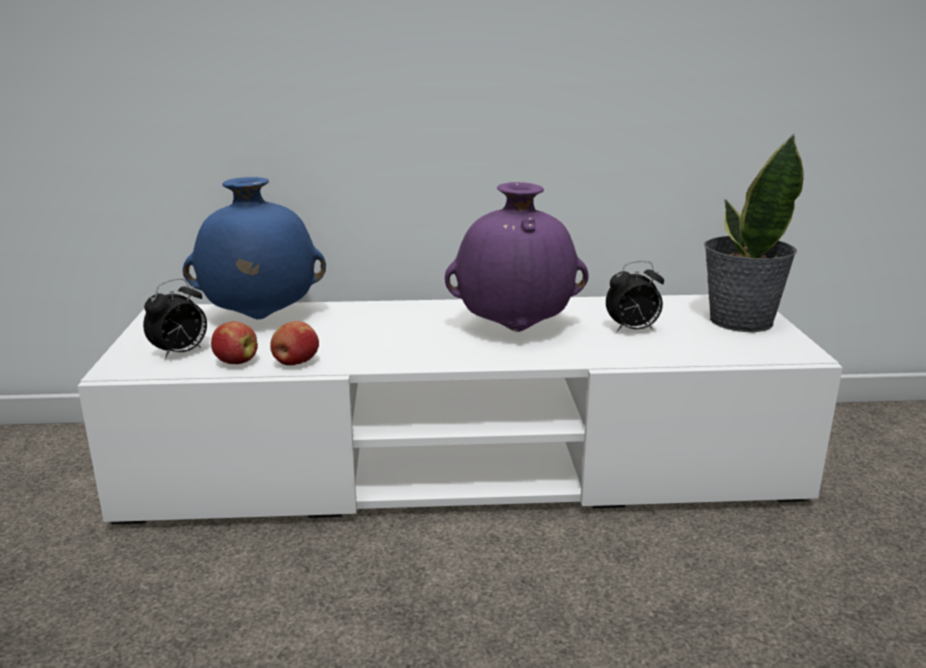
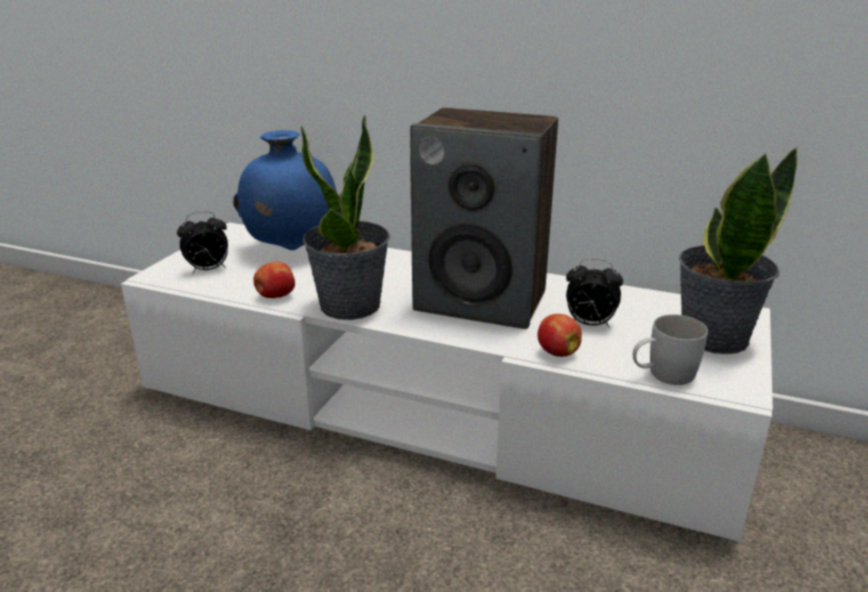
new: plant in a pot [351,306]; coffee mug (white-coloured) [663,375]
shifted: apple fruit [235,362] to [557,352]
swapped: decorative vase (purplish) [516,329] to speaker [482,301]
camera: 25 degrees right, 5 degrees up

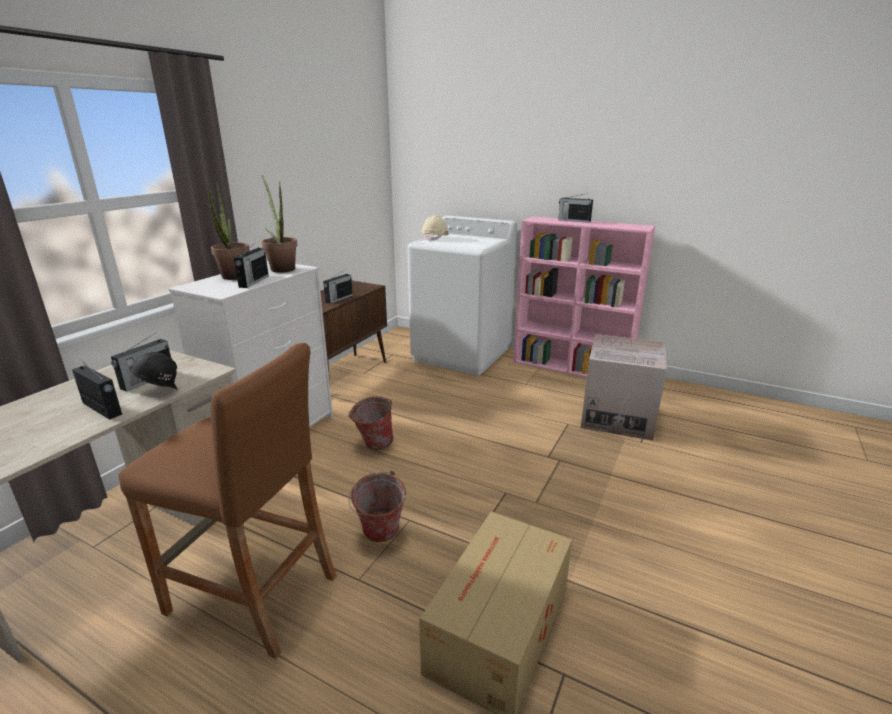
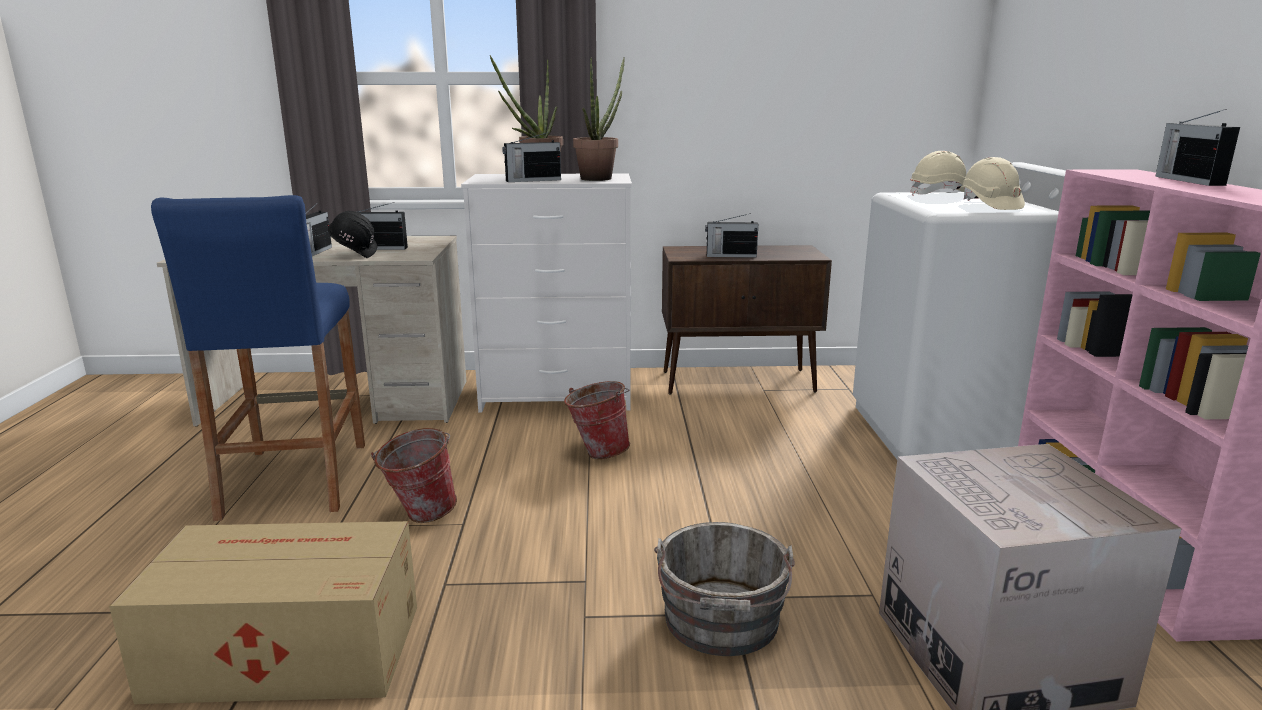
new: bucket (gray) [721,623]; work helmet (beige) [989,205]
repainted: stool seat (brown-coloured) [252,594] to stool seat (blue-coloured) [294,479]
camera: 60 degrees right, 5 degrees down

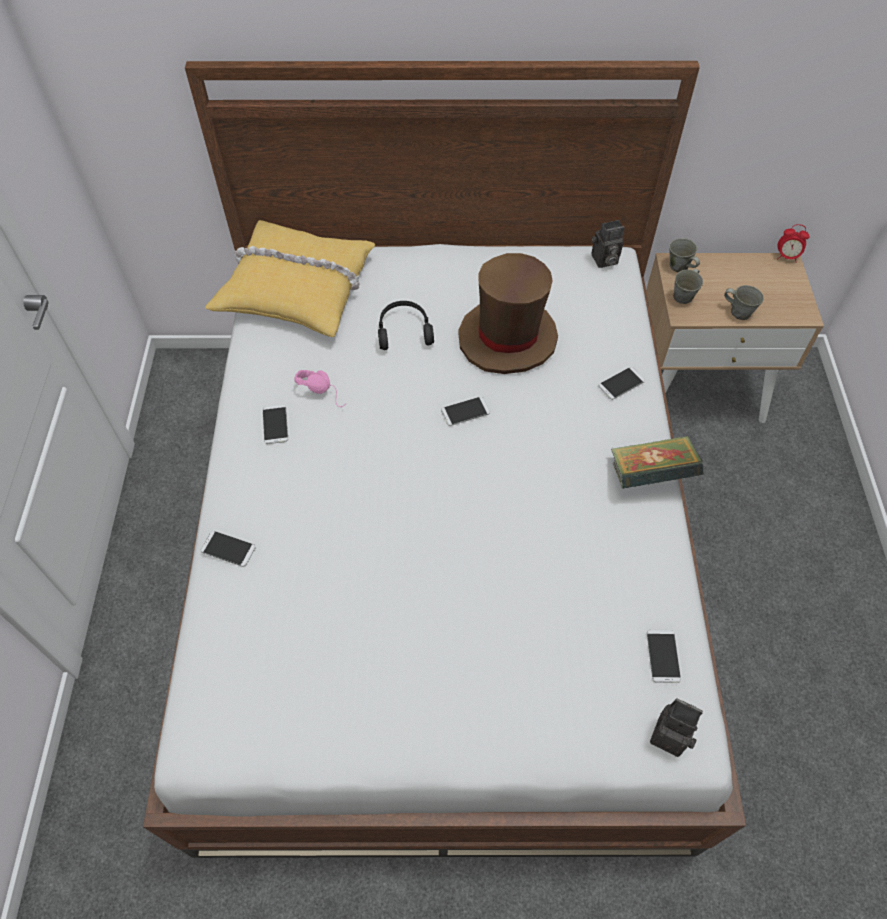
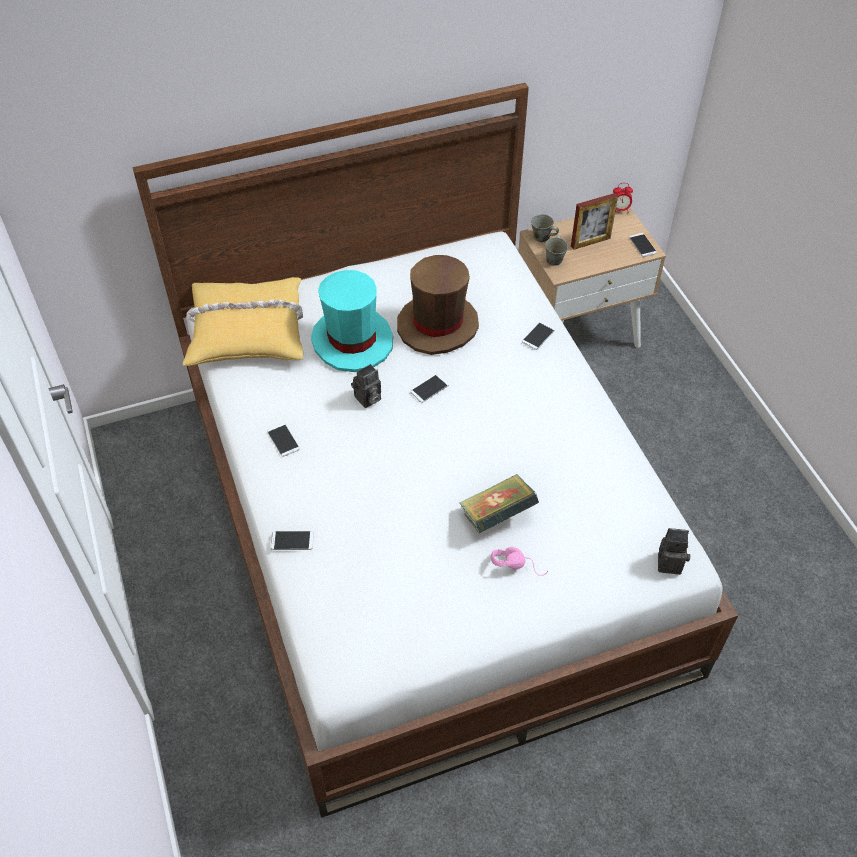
gone: coffee mug (gray) [739,312]
new: photo frame [590,242]
shifted: still camera [603,260] to [367,399]; book [650,476] to [497,516]; headset (pinkish) [325,391] to [518,564]; handset [663,656] to [642,245]
swapped: headset (black) [404,330] to hat (turquoise) [352,341]
camera: 20 degrees left, 5 degrees down

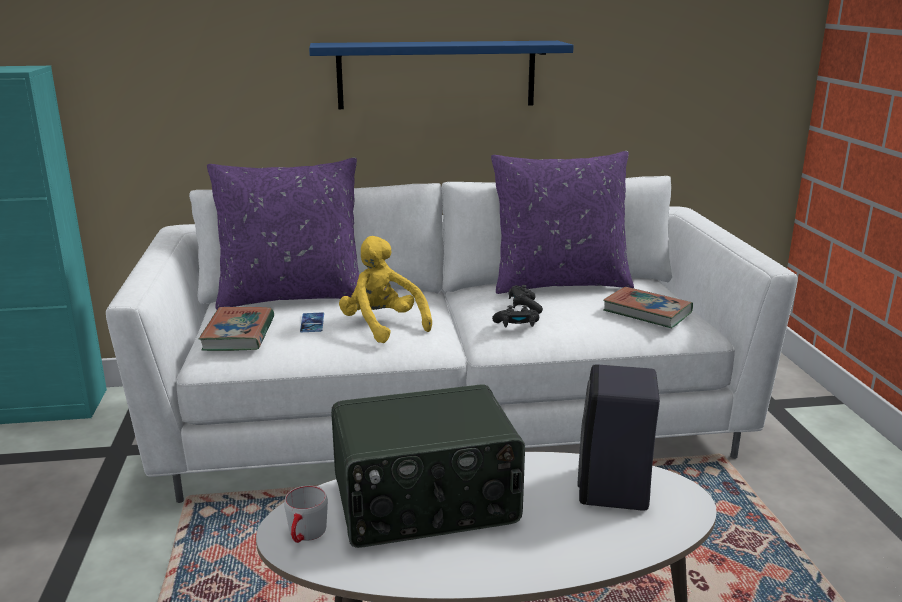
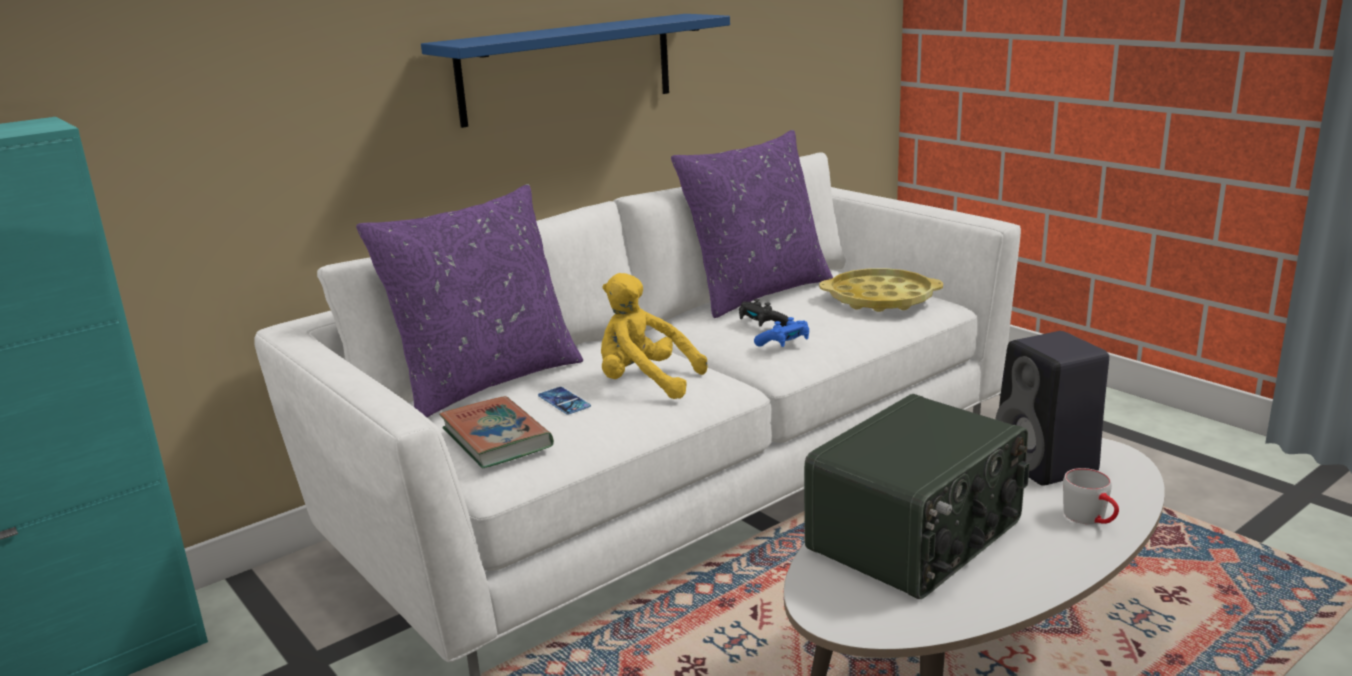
shifted: coffee mug (gray) [305,535] to [1091,519]
swapped: book [647,312] to tray (yellow) [880,299]
repainted: joypad (black) [517,326] to joypad (blue-coloured) [784,344]
camera: 30 degrees left, 0 degrees up

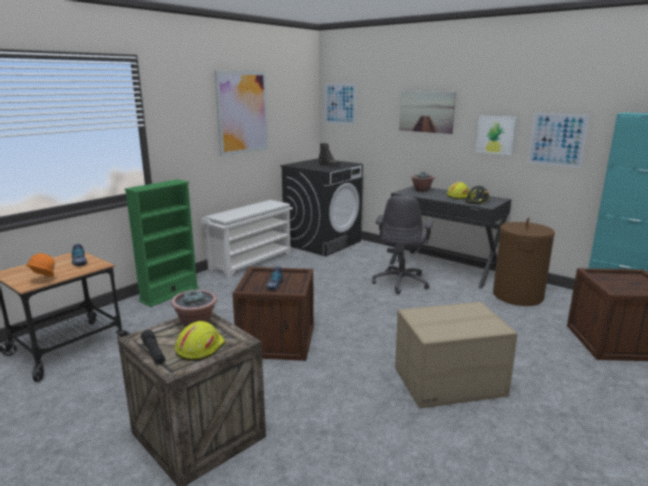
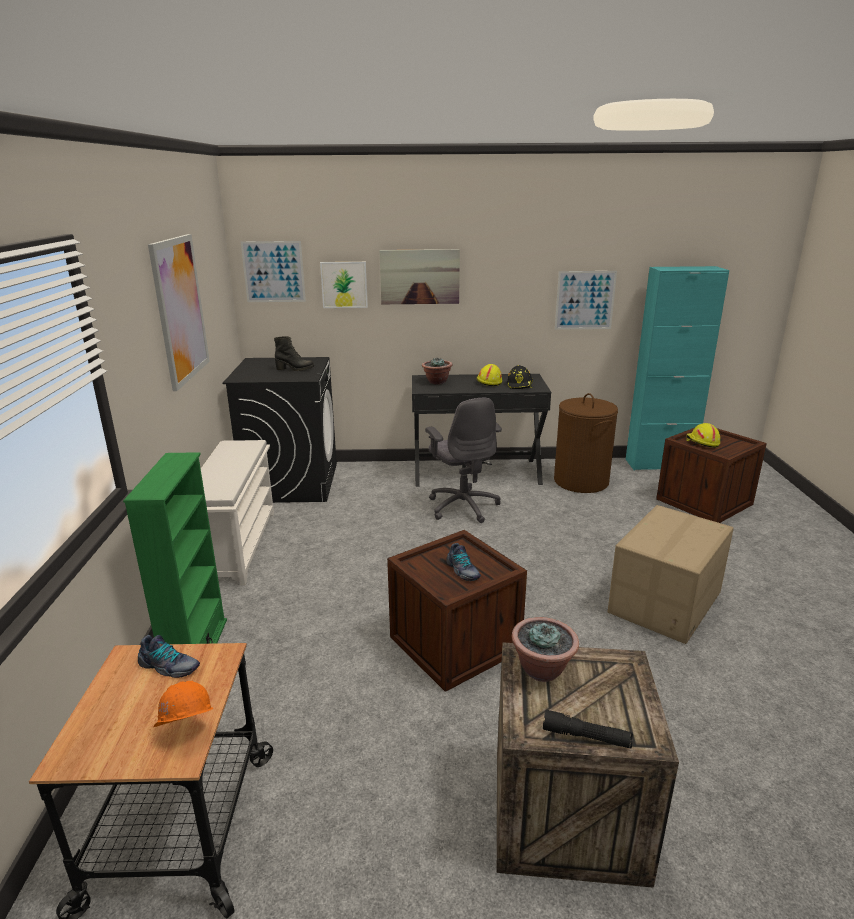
shifted: picture [496,134] to [344,284]; work helmet (yellow) [199,348] to [702,442]
camera: 40 degrees left, 5 degrees up

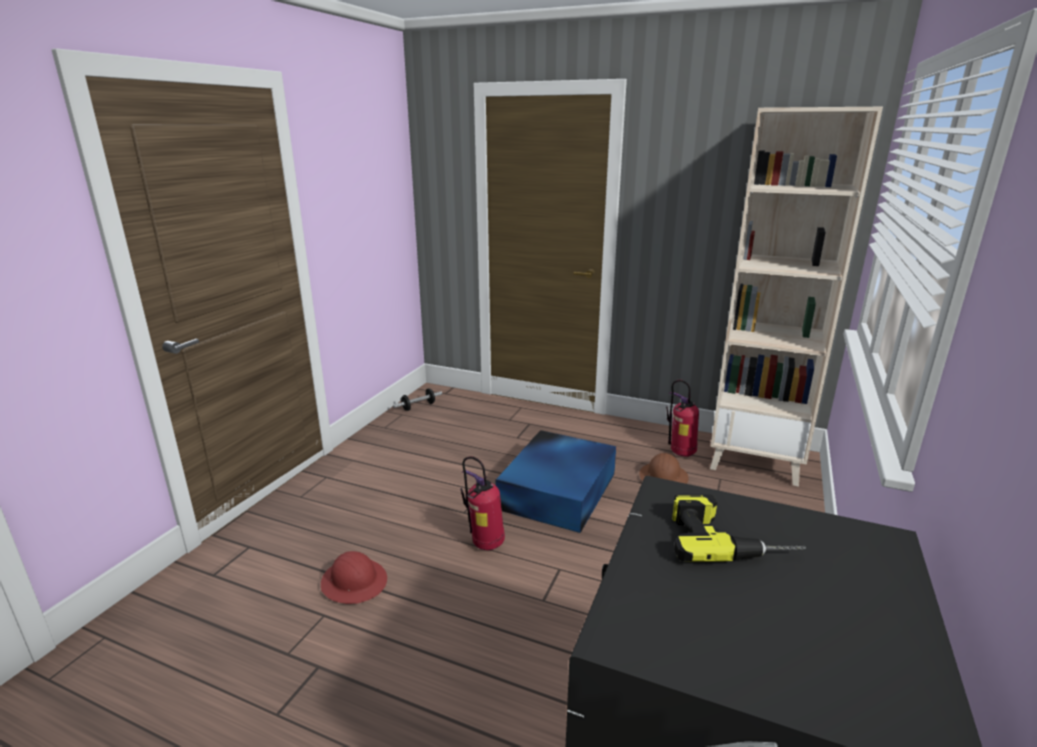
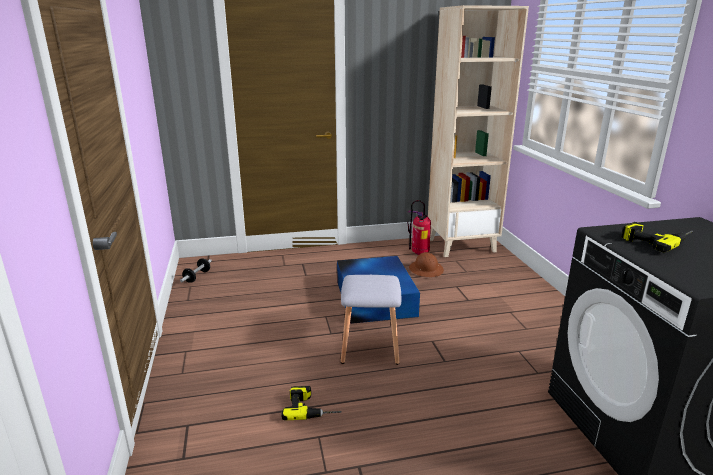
swapped: work helmet (red) [354,582] to power drill [312,407]; fire-fighting cylinder [485,545] to stool seat (gray) [371,346]
camera: 35 degrees left, 0 degrees up

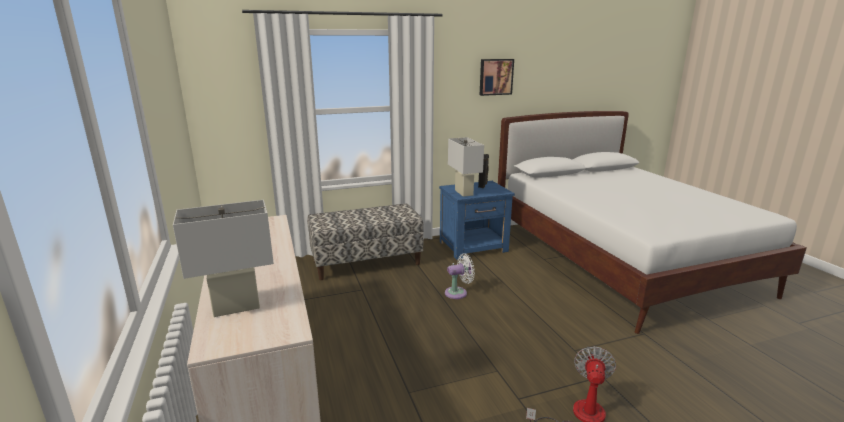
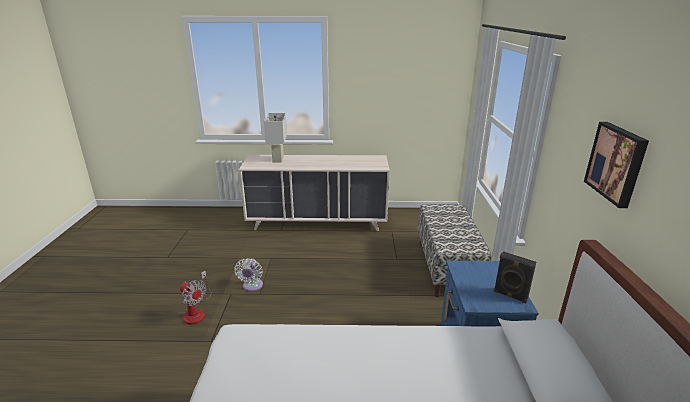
gone: table lamp (white-coloured) [464,193]
shifted: fan (white-coloured) [458,293] to [252,286]
camera: 110 degrees right, 5 degrees up

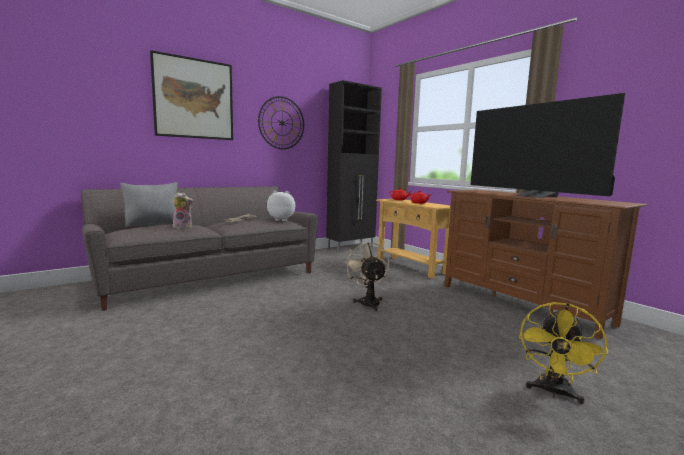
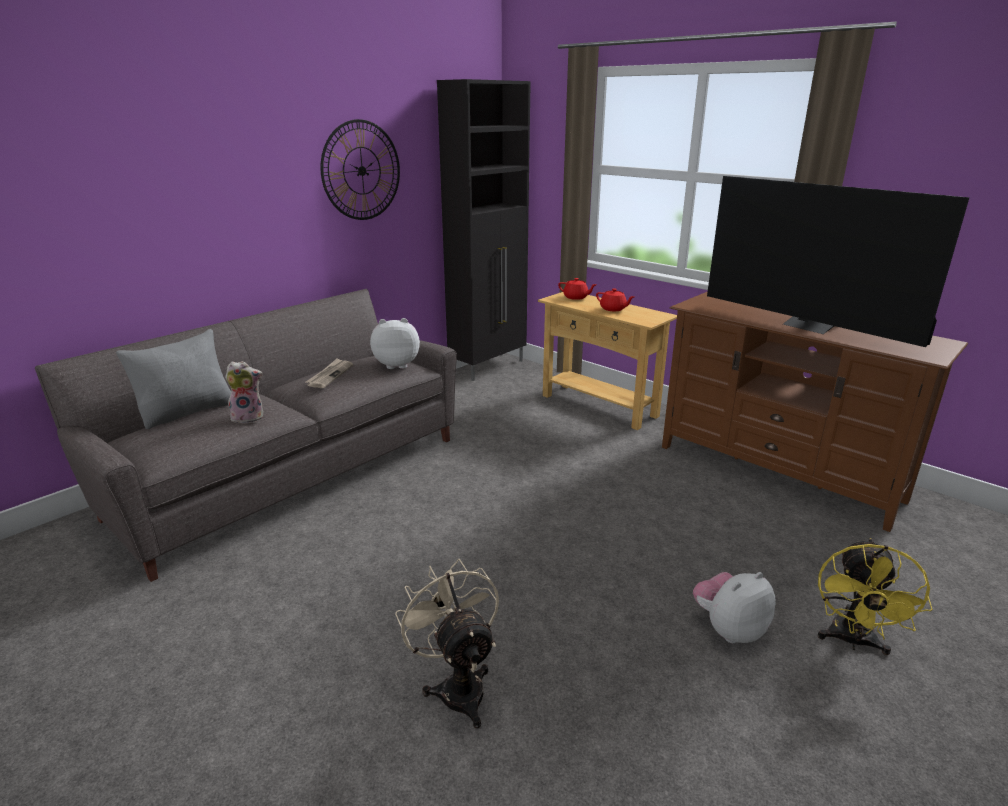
gone: picture [194,99]
new: cuddly toy [729,629]
shifted: fan (beige) [368,302] to [457,686]
camera: 10 degrees left, 15 degrees up

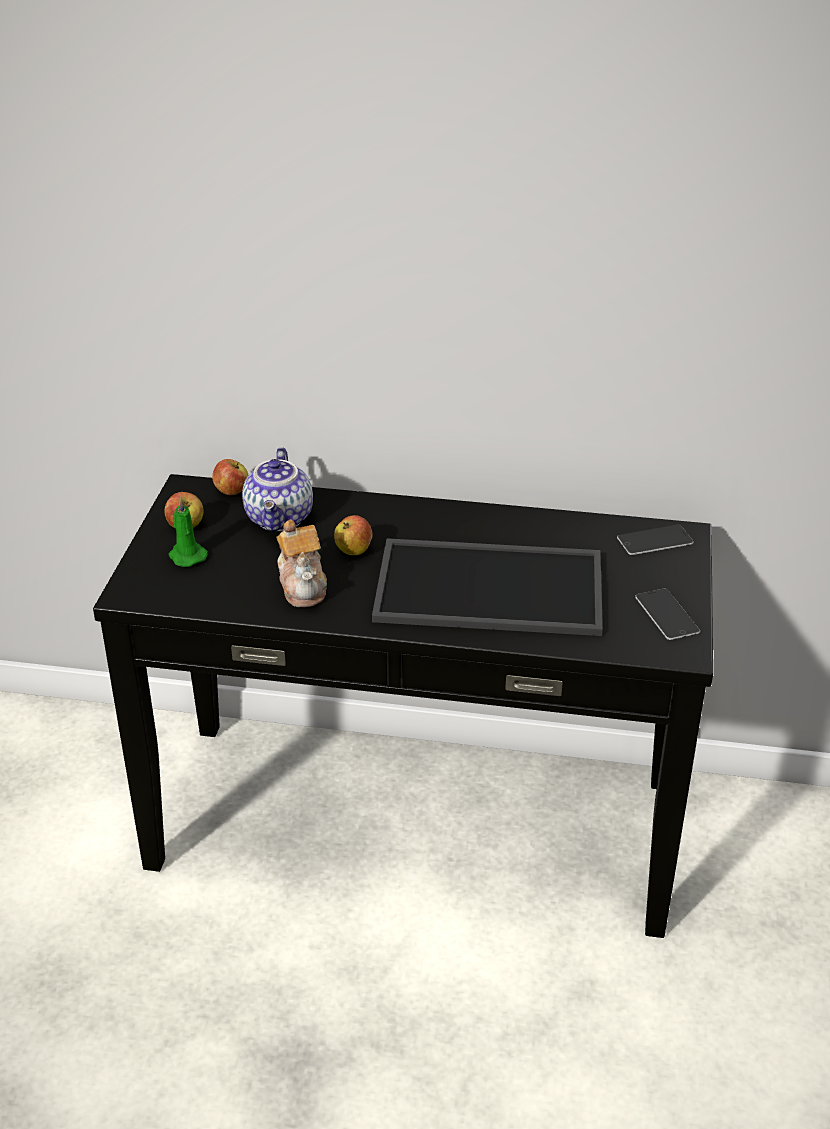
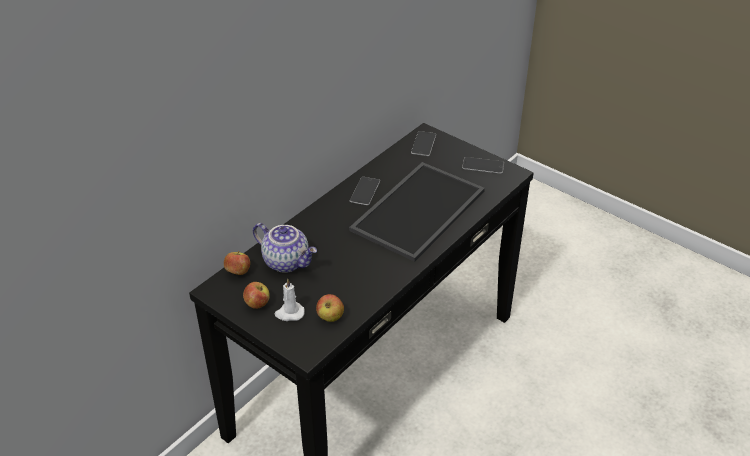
gone: teapot [303,585]
new: handset [365,191]
shifted: apple fruit [353,550] to [330,317]
repainted: wax candle (green) [186,555] to wax candle (white-coloured) [289,313]
camera: 60 degrees left, 5 degrees up

